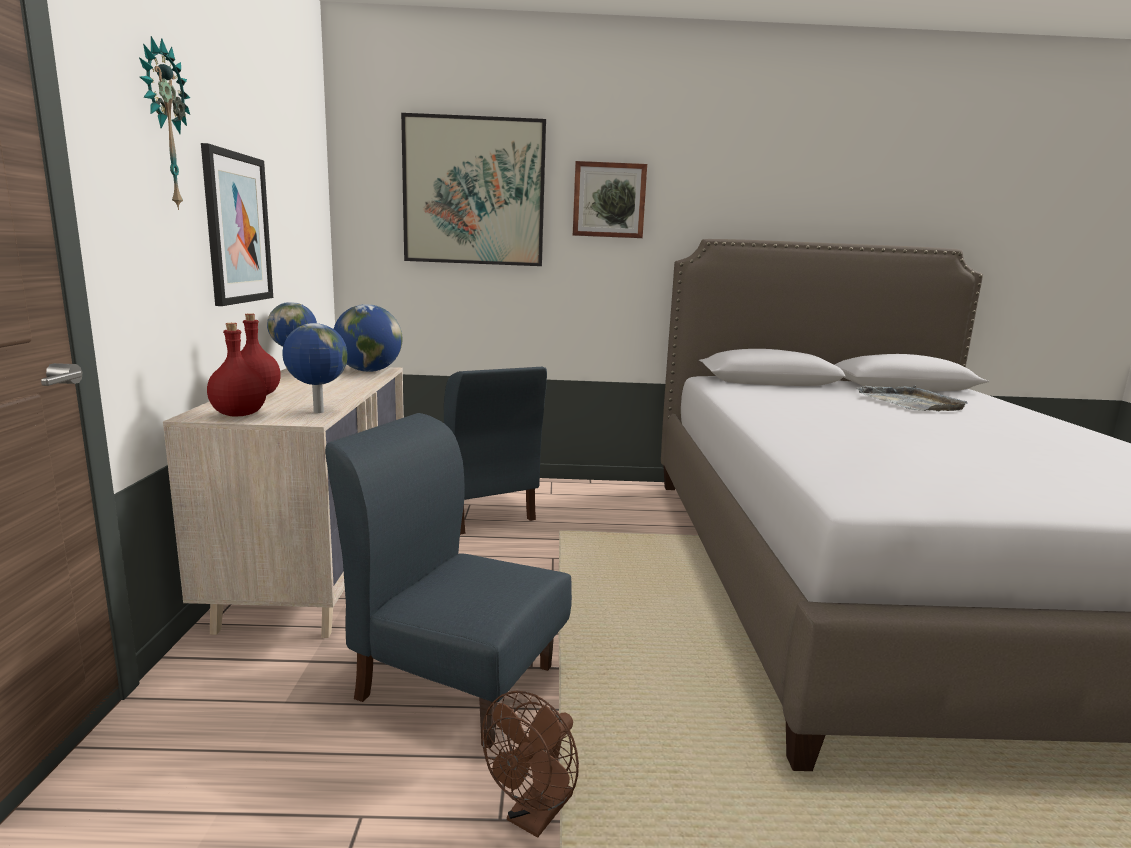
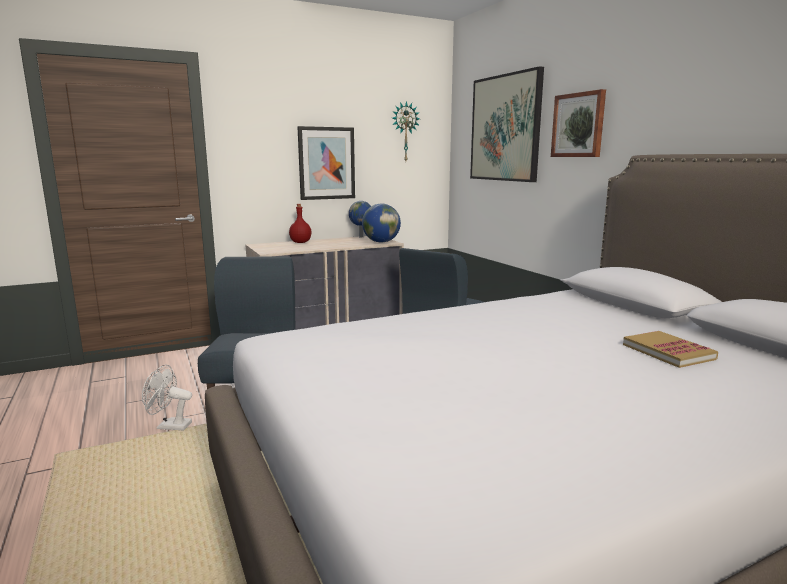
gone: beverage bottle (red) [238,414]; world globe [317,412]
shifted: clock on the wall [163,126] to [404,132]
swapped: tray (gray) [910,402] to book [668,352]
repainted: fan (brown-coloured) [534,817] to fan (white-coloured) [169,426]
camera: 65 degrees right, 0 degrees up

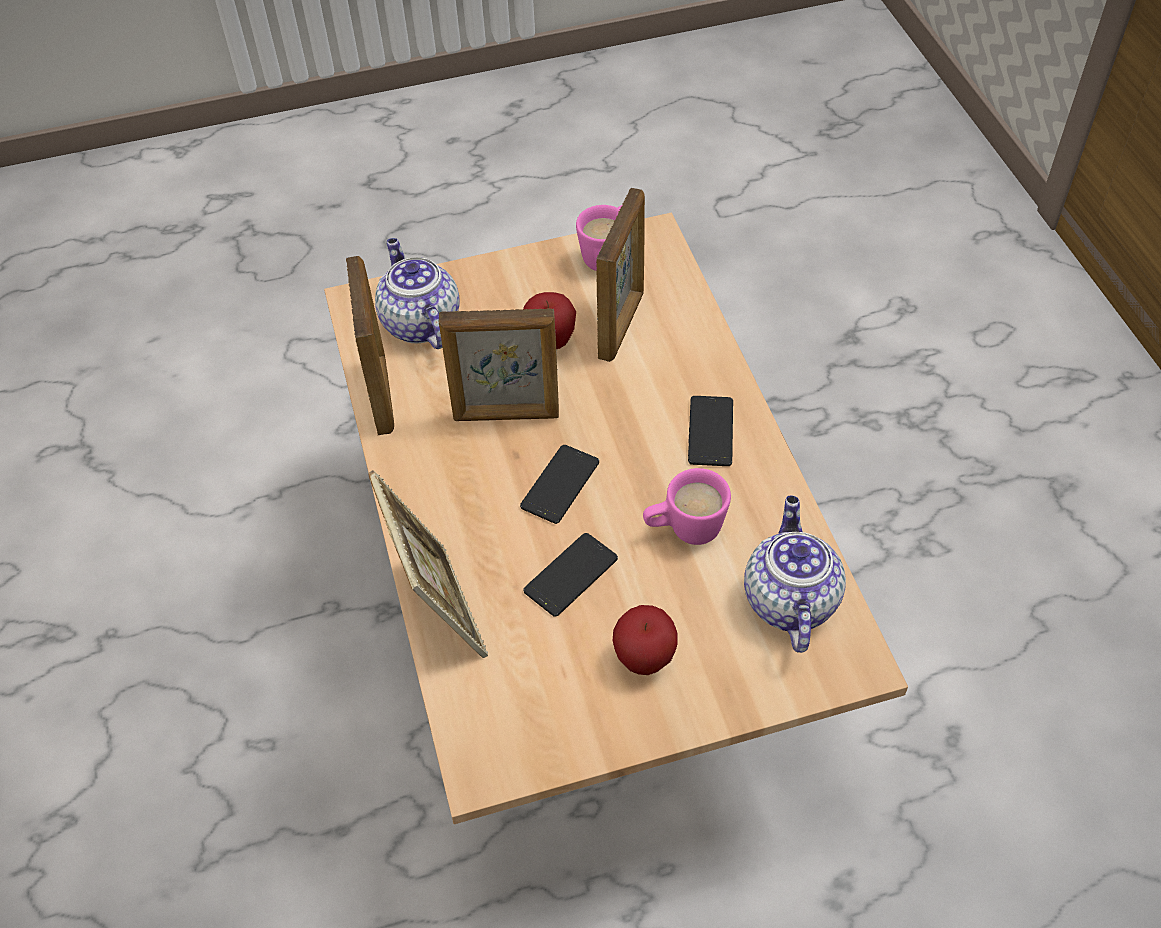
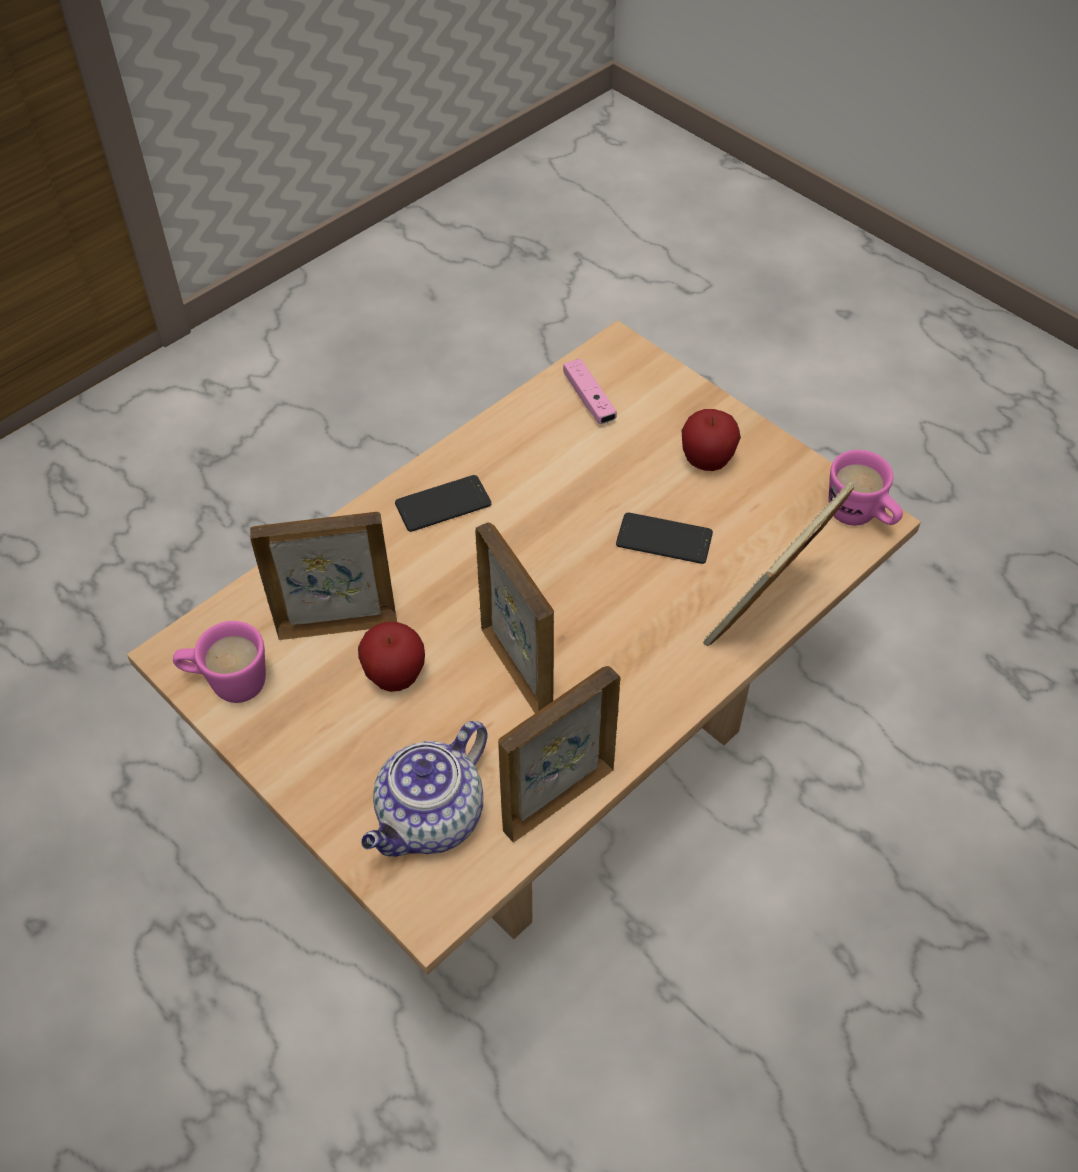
gone: handset [560,484]
shifted: coffee mug (pinkish) [684,530] to [860,517]
swapped: teapot [789,599] to joypad (pinkish) [589,399]
camera: 120 degrees left, 0 degrees up

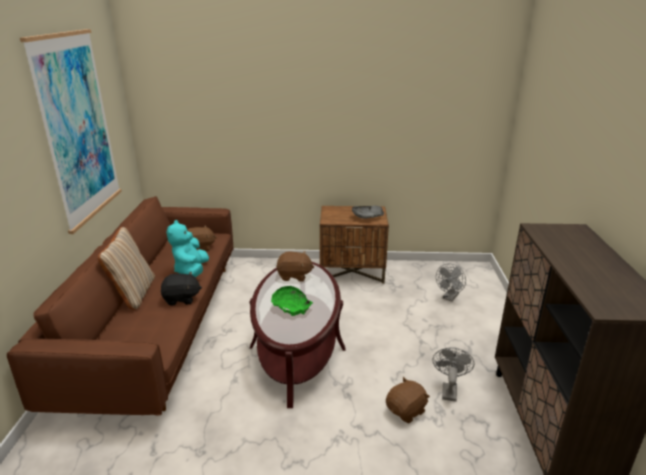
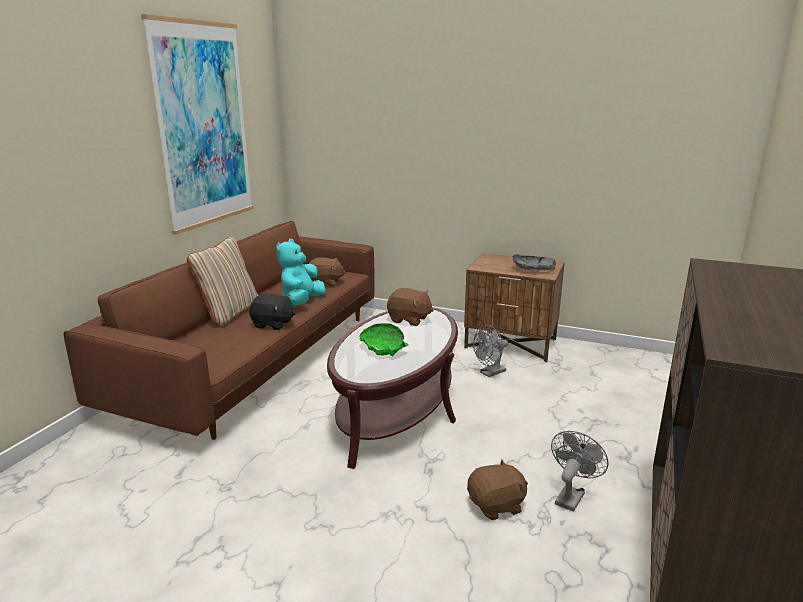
shifted: fan (gray) [449,298] to [490,373]
camera: 20 degrees right, 5 degrees down

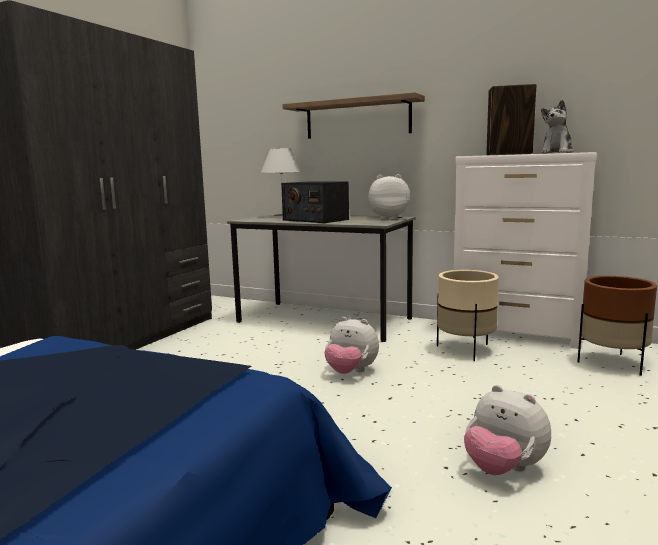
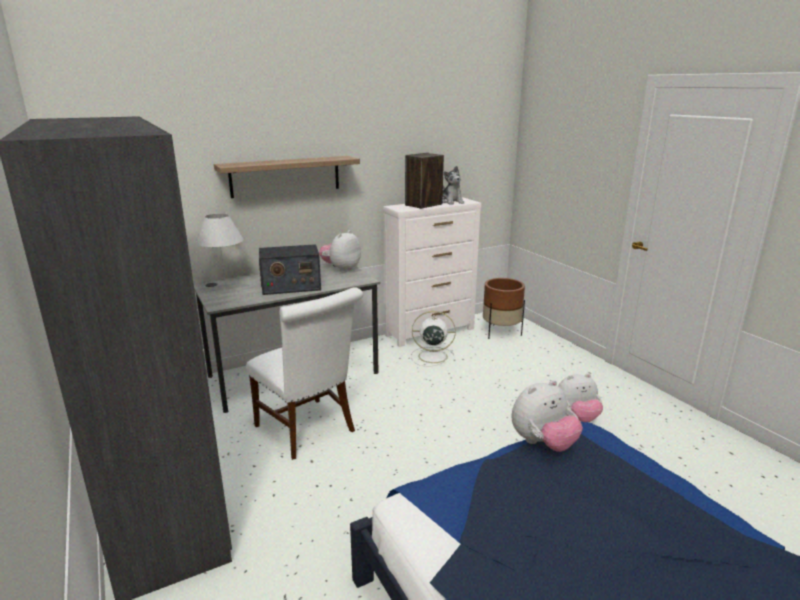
new: plain chair (white-coloured) [309,430]
shifted: cuddly toy [351,372] to [543,443]
swapped: planter (beige) [466,350] to fan (white-coloured) [431,356]
camera: 55 degrees left, 10 degrees up

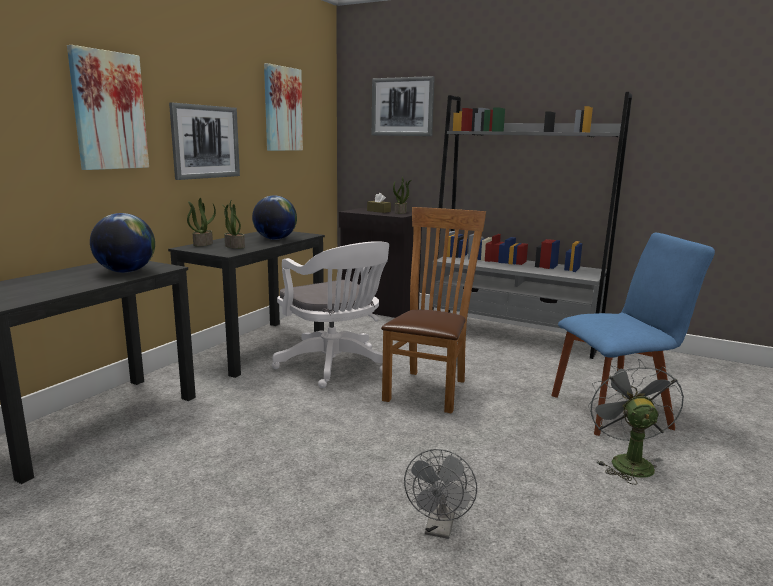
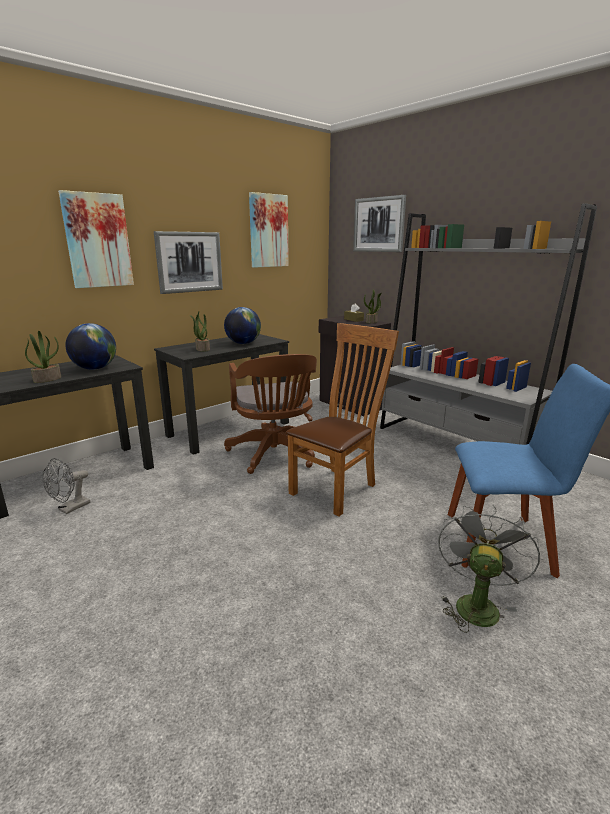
shifted: plant in a pot [203,244] to [47,379]; fan (gray) [439,529] to [70,508]
repainted: office chair (white-coloured) [335,366] to office chair (brown-coloured) [275,455]
camera: 20 degrees right, 5 degrees up

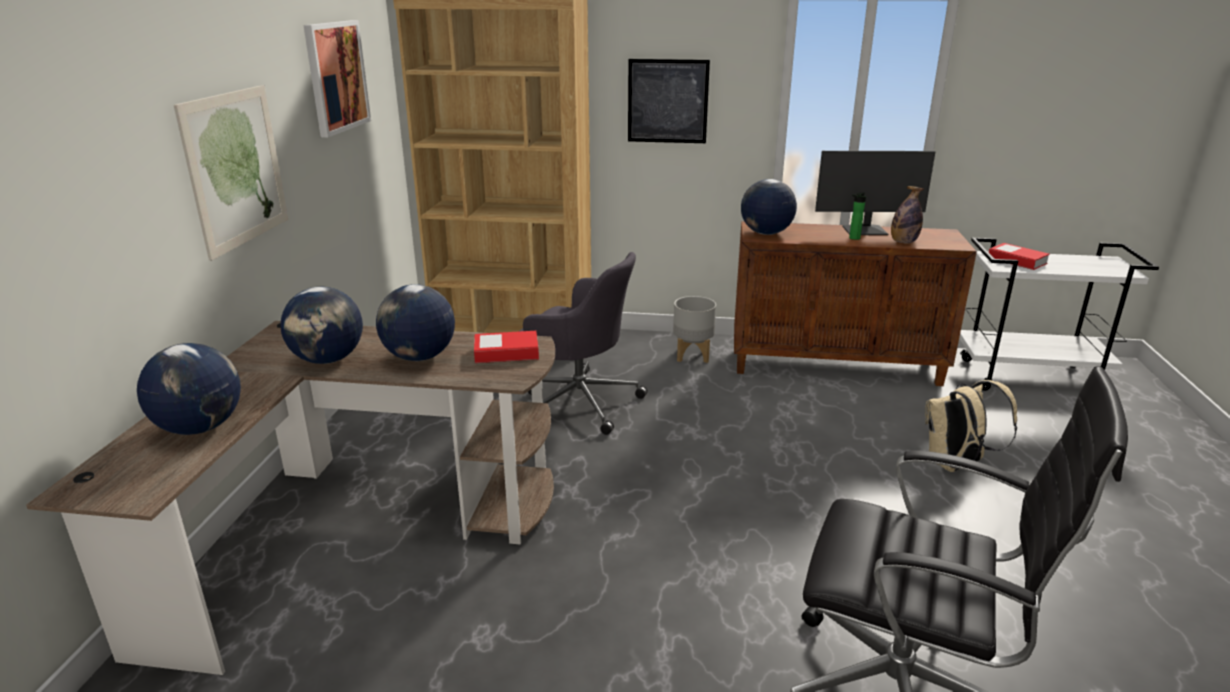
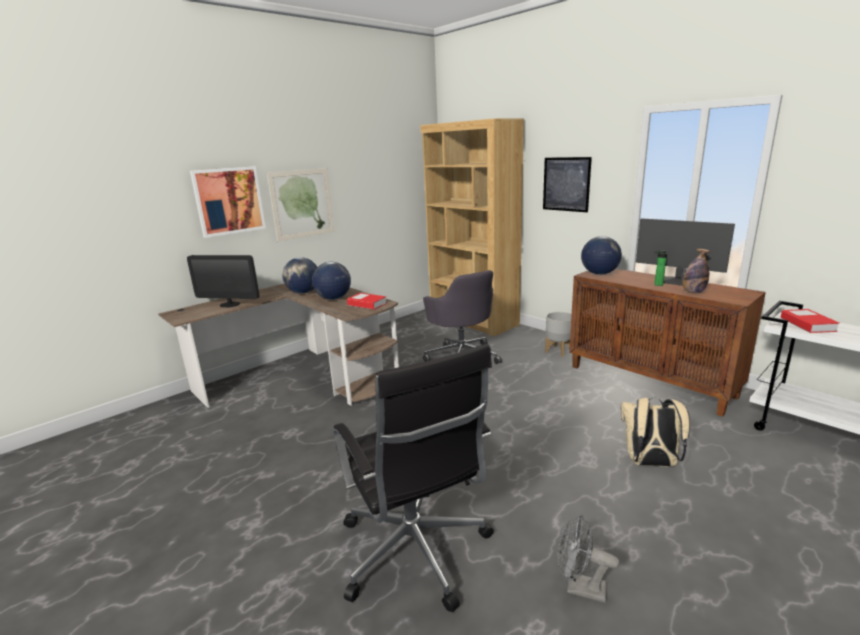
new: fan (gray) [579,588]
shifted: picture [336,77] to [229,201]
swapped: world globe [201,427] to computer screen [230,304]
camera: 40 degrees right, 5 degrees down

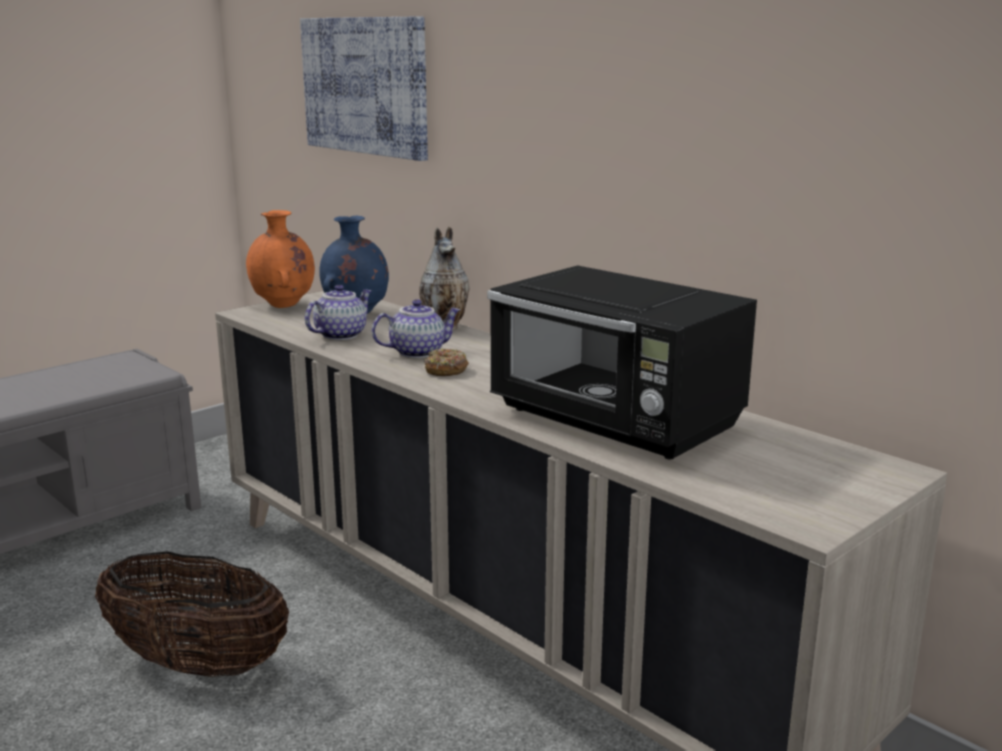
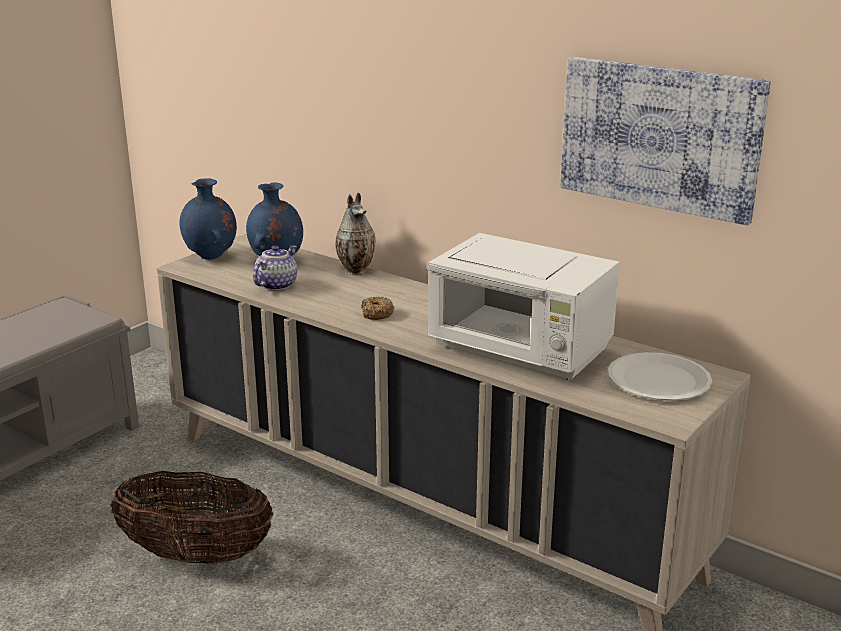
gone: teapot [417,352]
new: flat dish (white-coloured) [658,380]
shifted: picture [365,86] to [659,137]
repainted: decorative vase (orangey) [284,305] to decorative vase (blue-coloured) [211,256]; kitchen microwave (black) [616,422] to kitchen microwave (white-coloured) [521,351]
camera: 10 degrees left, 5 degrees up

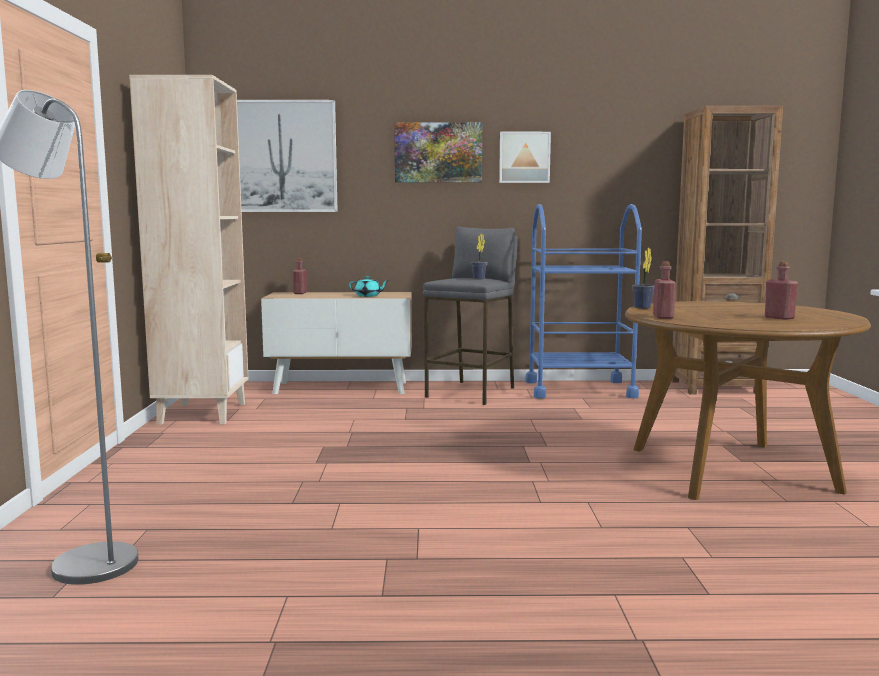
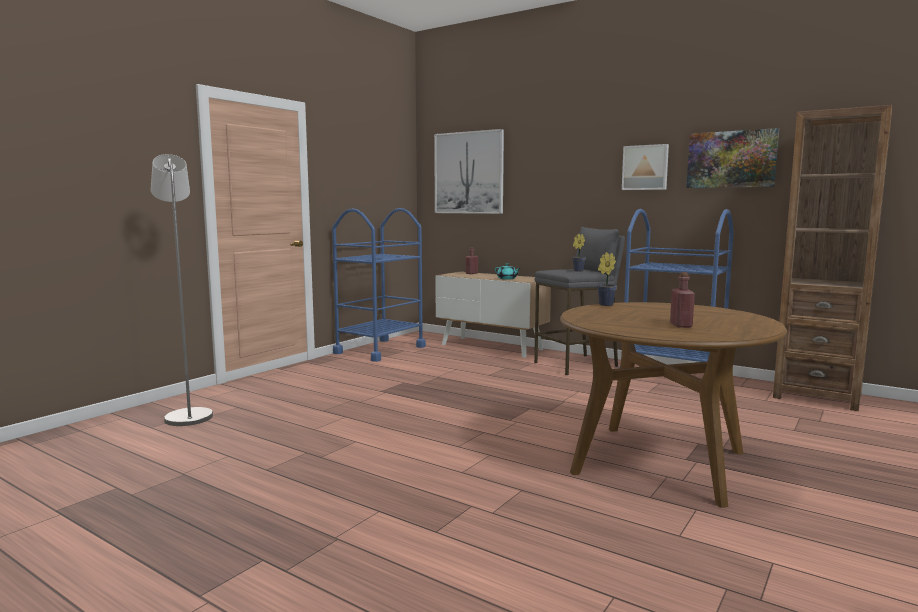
gone: beverage bottle (red) [663,317]
shifted: picture [438,153] to [731,159]
swapped: bookshelf (beige) [202,413] to wheeled cart (blue-coloured) [380,350]
camera: 35 degrees right, 0 degrees up

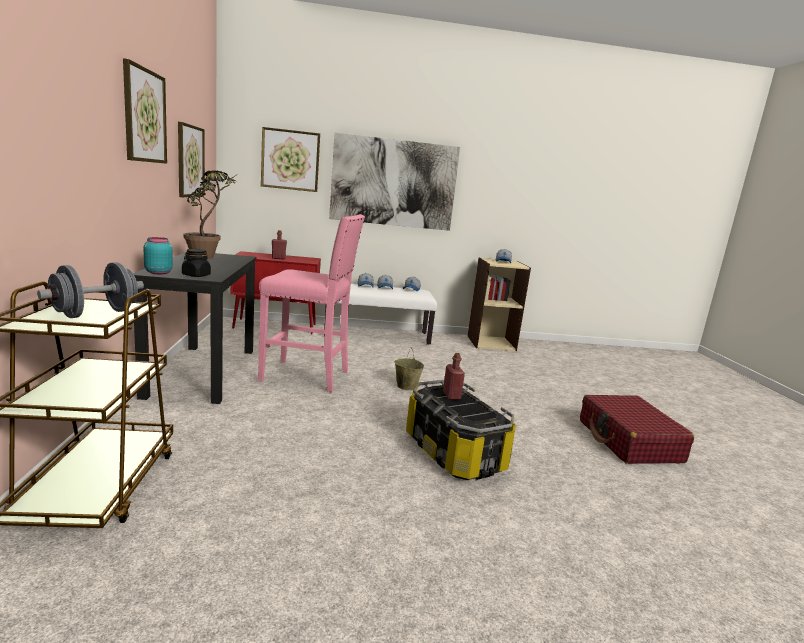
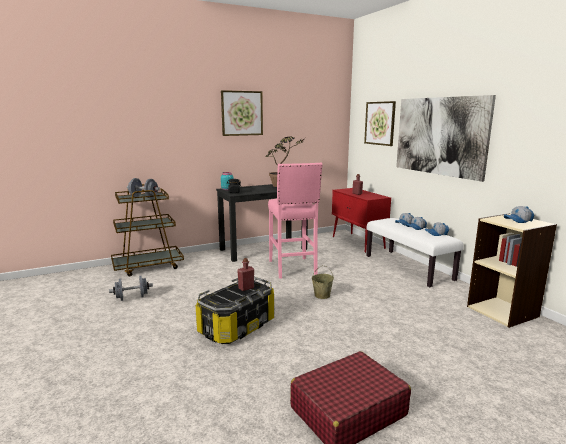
gone: picture [190,161]
new: dumbbell (gray) [132,298]
camera: 70 degrees right, 0 degrees up

